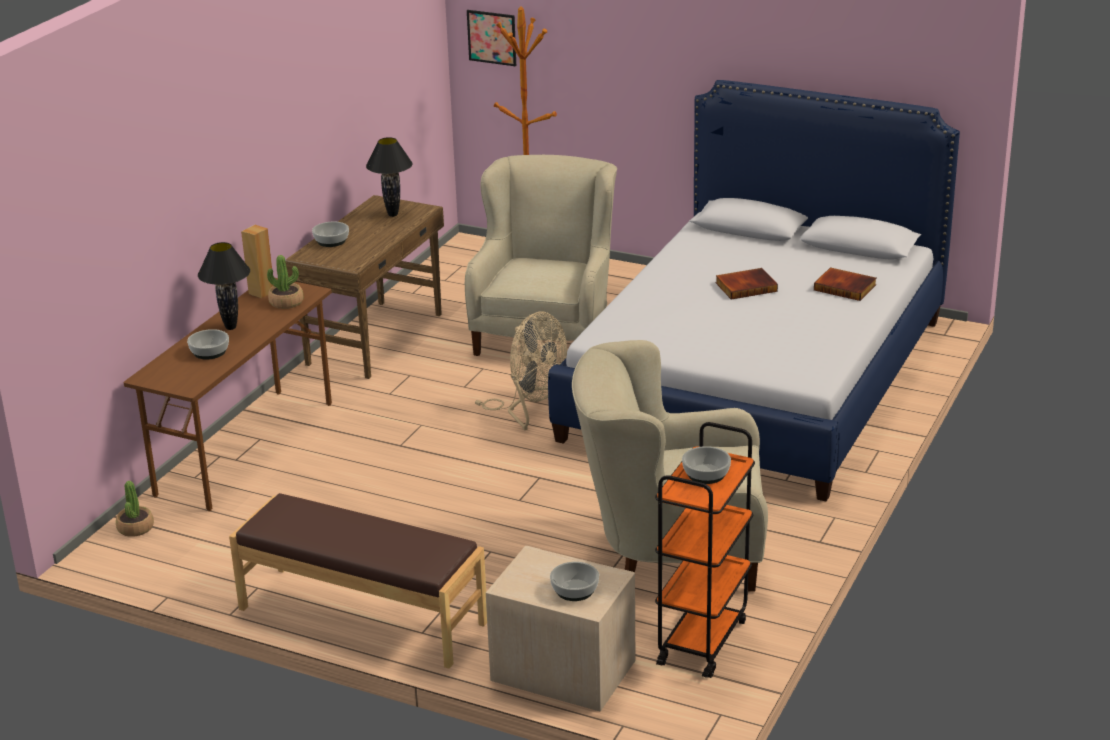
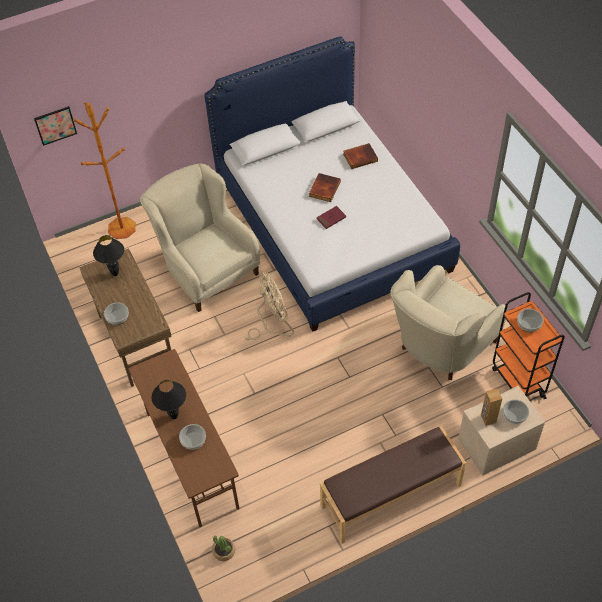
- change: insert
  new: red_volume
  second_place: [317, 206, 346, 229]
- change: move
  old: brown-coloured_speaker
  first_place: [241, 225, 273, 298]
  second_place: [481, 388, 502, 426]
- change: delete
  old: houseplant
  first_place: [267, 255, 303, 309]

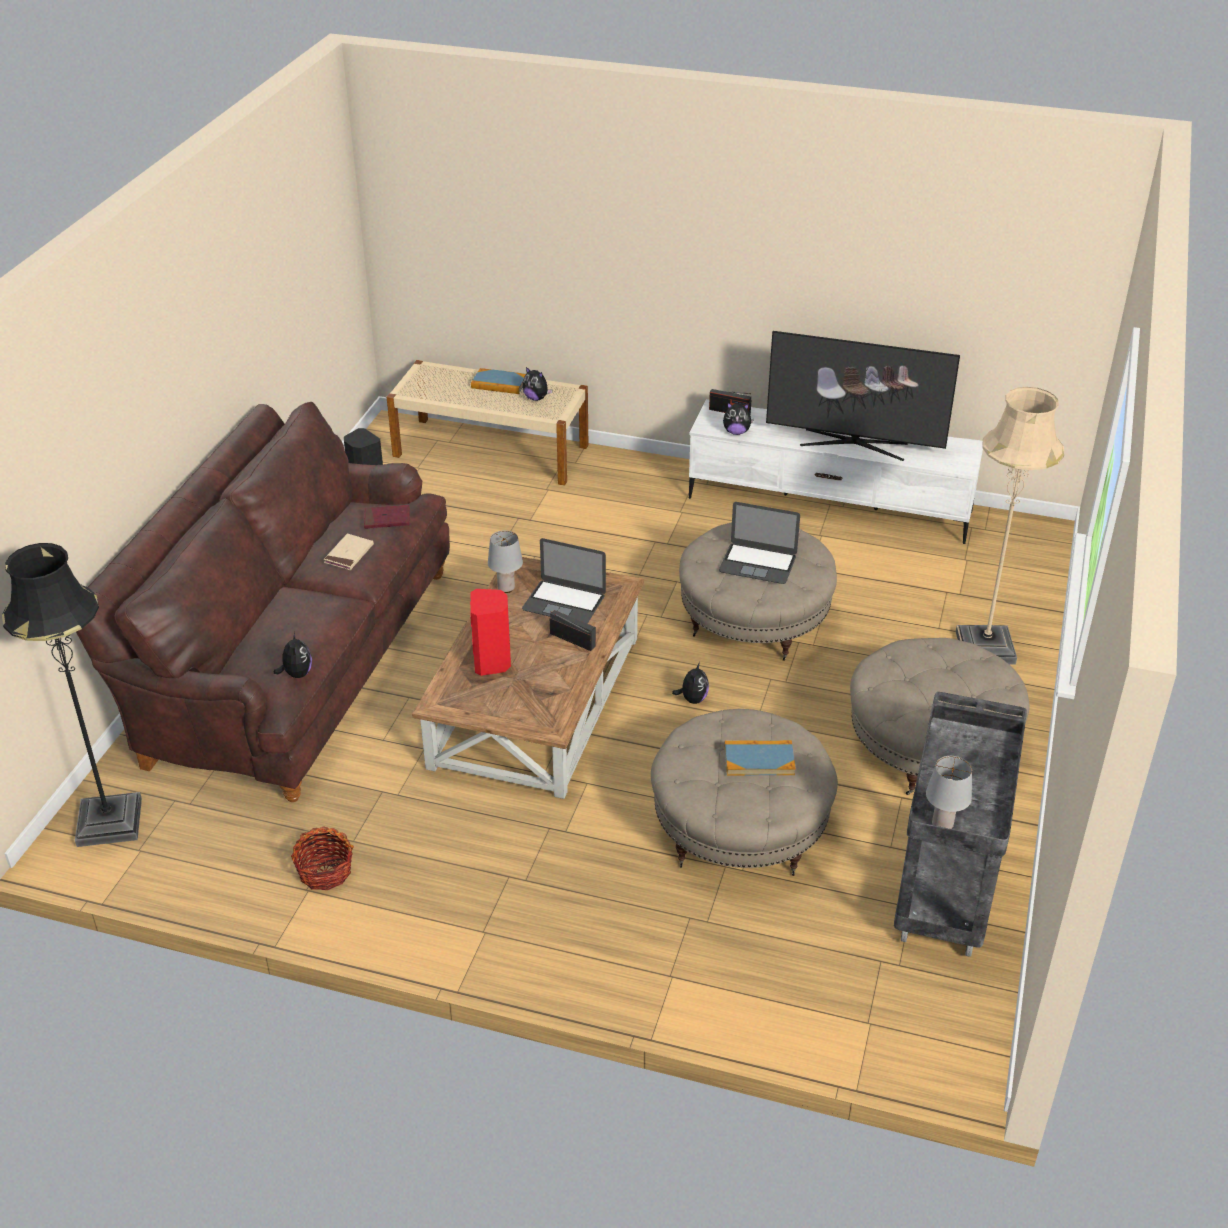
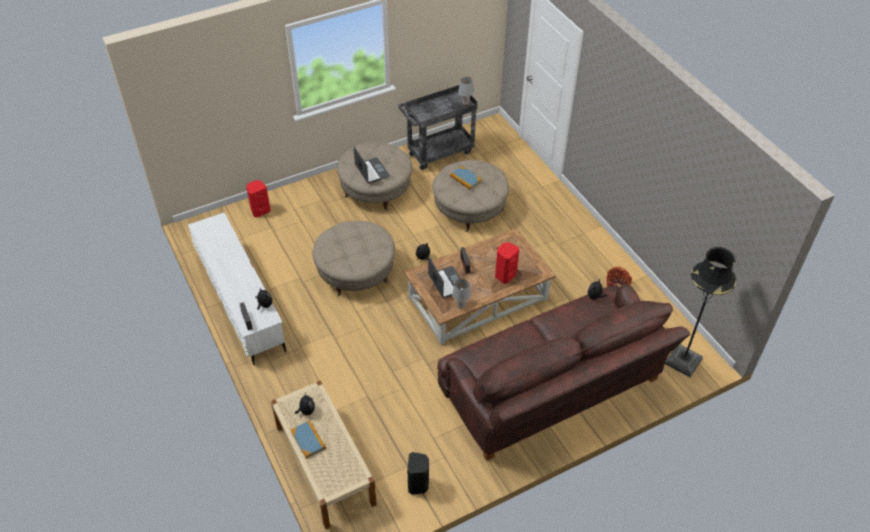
- change: insert
  new: red_speaker
  second_place: [246, 180, 271, 217]
- change: move
  old: portable_computer
  first_place: [719, 502, 800, 584]
  second_place: [354, 147, 390, 183]
- change: delete
  old: beige-coloured_volume
  first_place: [324, 533, 374, 570]
- change: delete
  old: red_volume
  first_place: [364, 505, 410, 529]
- change: delete
  old: TV_set
  first_place: [766, 331, 960, 461]
- change: delete
  old: beige-coloured_standing_lamp
  first_place: [956, 387, 1064, 664]

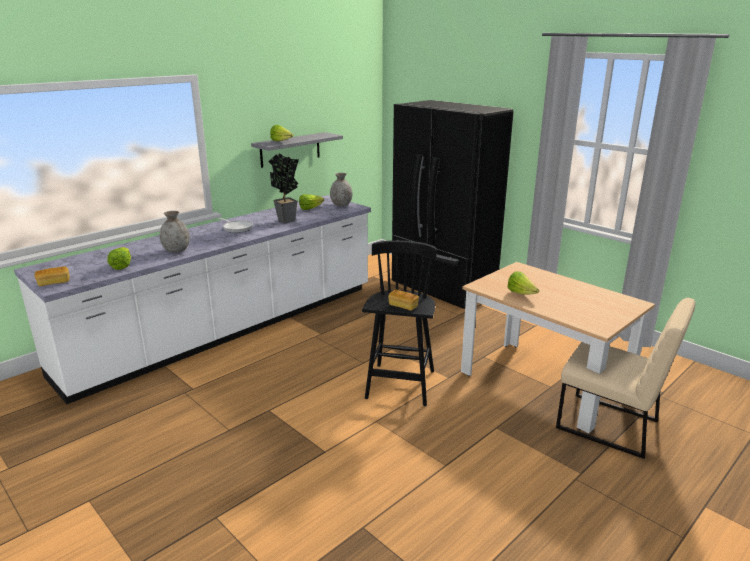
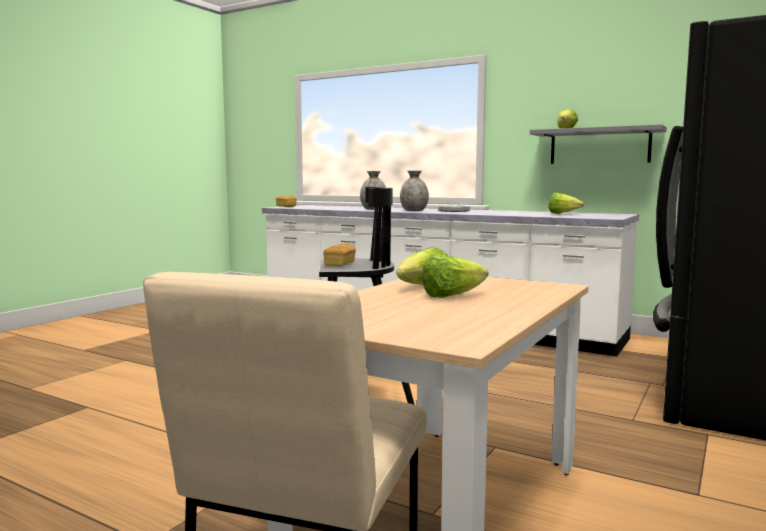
- change: move
  old: greyish_decorative_vase
  first_place: [330, 173, 353, 206]
  second_place: [400, 171, 429, 211]
- change: move
  old: lettuce_head
  first_place: [107, 247, 131, 270]
  second_place: [422, 254, 489, 298]
- change: delete
  old: houseplant
  first_place: [269, 154, 299, 223]

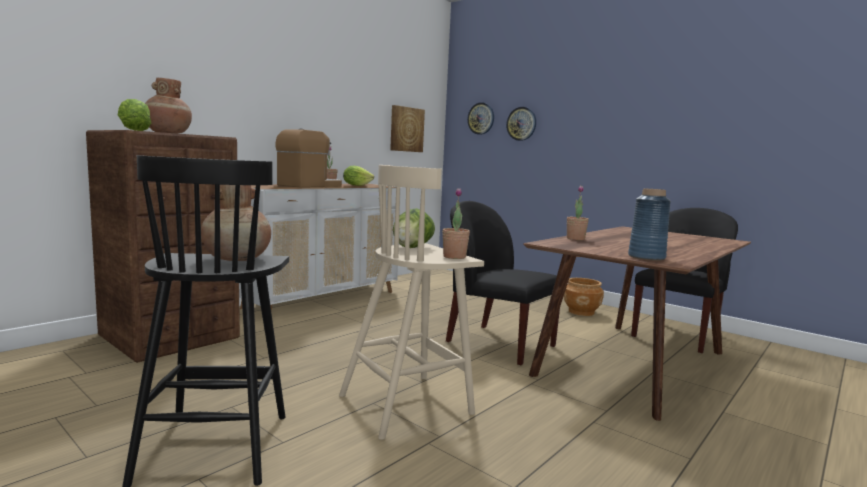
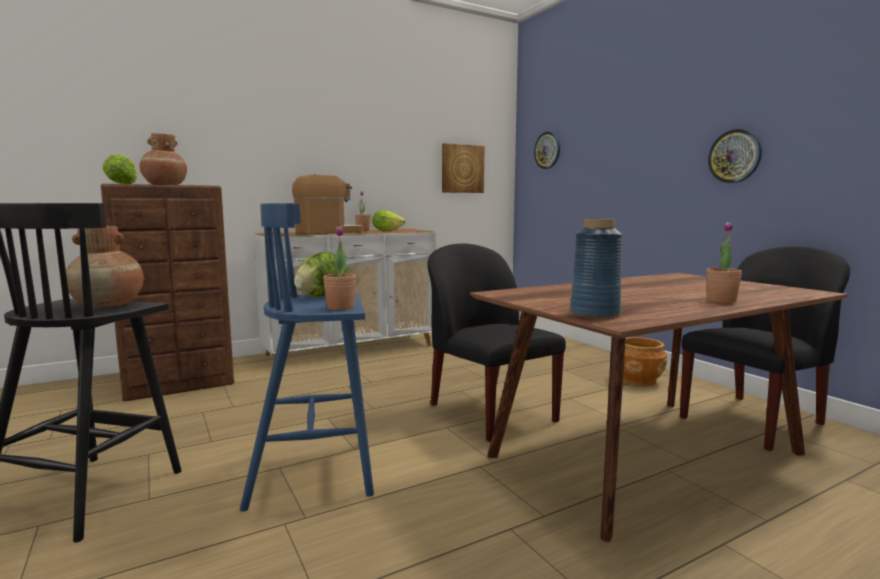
- change: recolor
  old: beige-coloured_stool_seat
  new: bluish_stool_seat
  first_place: [339, 165, 484, 440]
  second_place: [240, 203, 374, 512]
- change: move
  old: houseplant
  first_place: [567, 186, 589, 240]
  second_place: [706, 222, 742, 303]
- change: move
  old: clock_on_the_wall
  first_place: [506, 107, 536, 141]
  second_place: [708, 129, 762, 183]

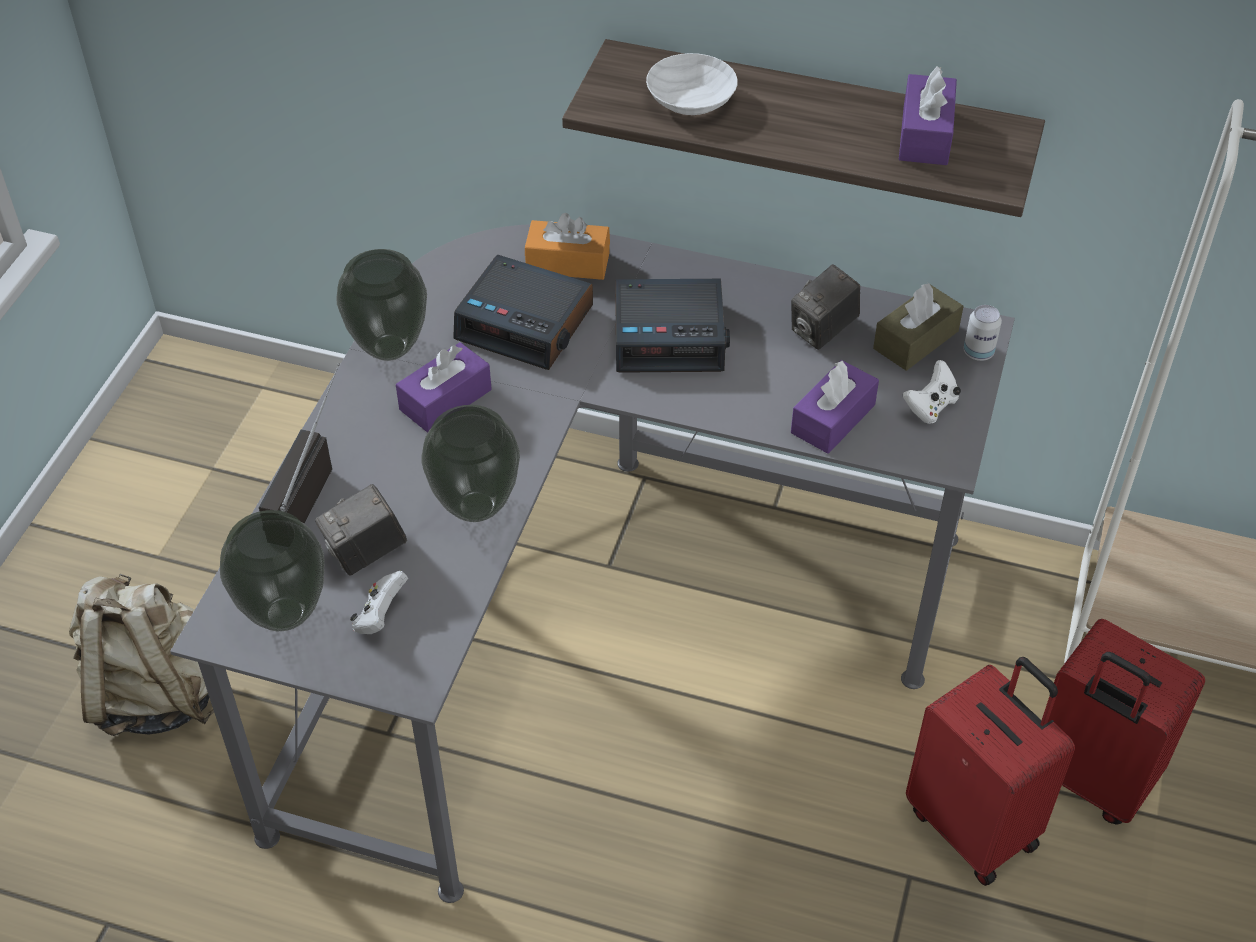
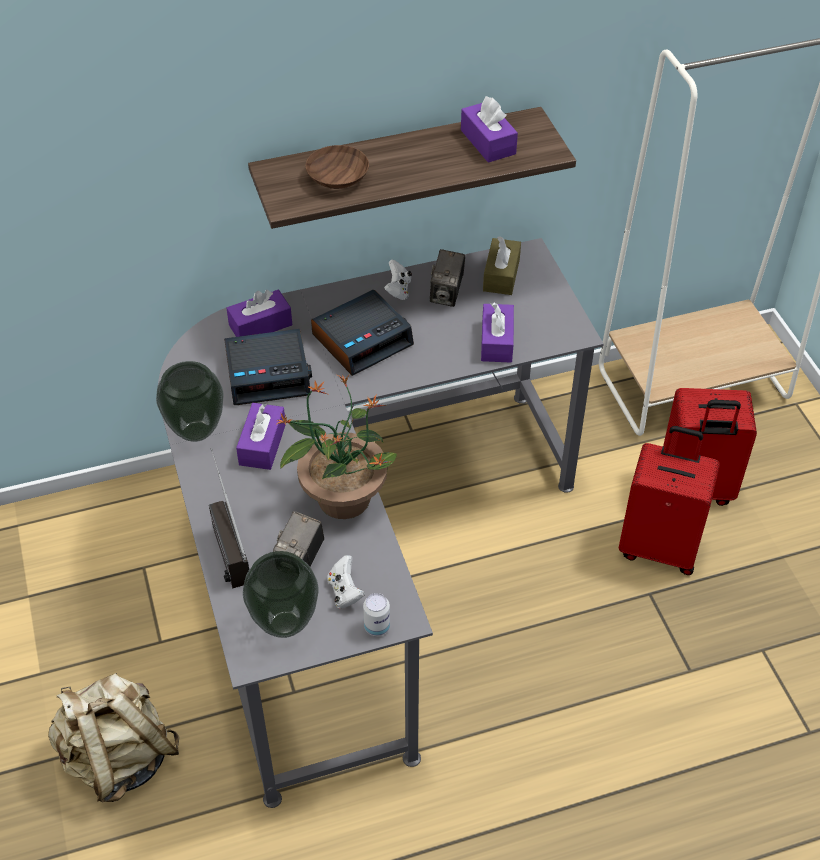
- change: recolor
  old: orange-coloured_box_of_tissues
  new: purple-coloured_box_of_tissues
  first_place: [525, 213, 610, 280]
  second_place: [226, 290, 292, 337]
- change: replace
  old: decorative_vase
  new: houseplant
  first_place: [422, 405, 520, 522]
  second_place: [276, 374, 397, 519]
- change: recolor
  old: white-coloured_deep_dish
  new: brown-coloured_deep_dish
  first_place: [646, 53, 738, 115]
  second_place: [305, 145, 369, 189]
- change: move
  old: can
  first_place: [963, 305, 1002, 361]
  second_place: [363, 593, 390, 636]
- change: move
  old: white-coloured_gamepad
  first_place: [903, 360, 961, 424]
  second_place: [384, 260, 412, 300]

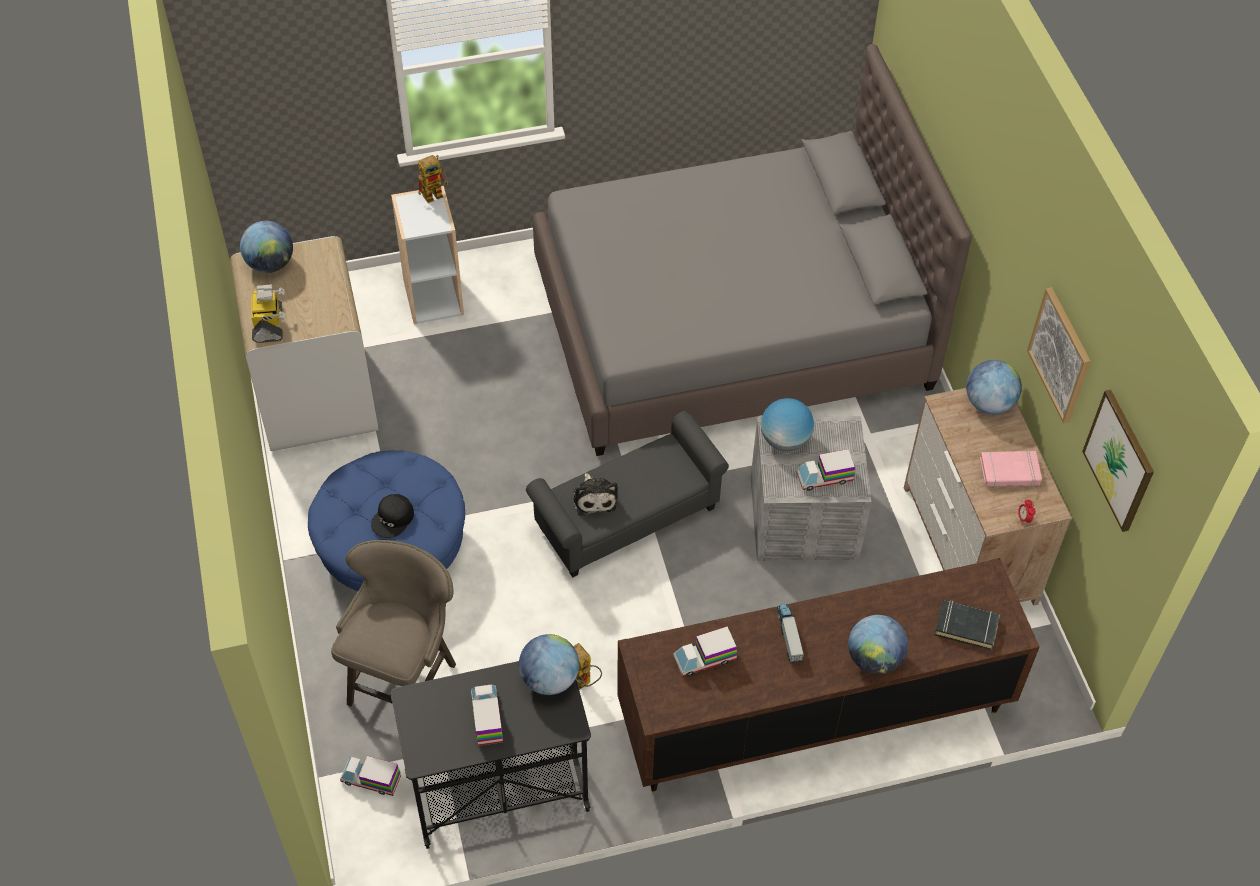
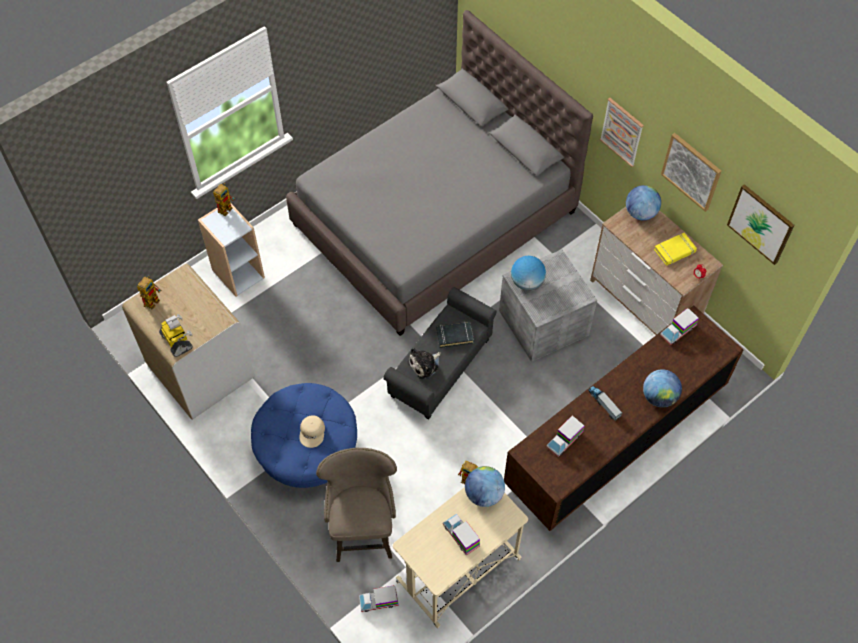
- change: replace
  old: desk_globe
  new: toy_robot
  first_place: [240, 221, 293, 273]
  second_place: [137, 275, 161, 310]
- change: recolor
  old: black_peaked_cap
  new: beige-coloured_peaked_cap
  first_place: [371, 494, 414, 538]
  second_place: [299, 415, 325, 448]
- change: recolor
  old: black_desk
  new: beige-coloured_desk
  first_place: [390, 661, 591, 849]
  second_place: [393, 487, 528, 628]
- change: rotate
  old: soft_toy
  first_place: [574, 473, 618, 516]
  second_place: [407, 348, 441, 379]
  degrees: 90
- change: move
  old: black_volume
  first_place: [935, 600, 1000, 650]
  second_place: [436, 322, 474, 348]
- change: insert
  new: picture
  second_place: [600, 98, 644, 167]
- change: recolor
  old: pink_volume
  new: yellowish_volume
  first_place: [980, 451, 1042, 487]
  second_place: [654, 232, 697, 266]
- change: move
  old: toy_lorry
  first_place: [796, 449, 855, 491]
  second_place: [660, 308, 699, 345]

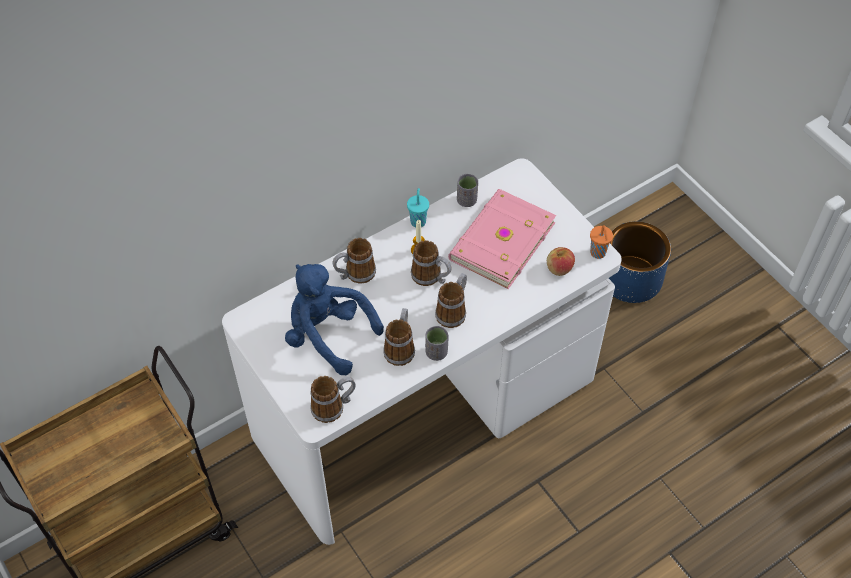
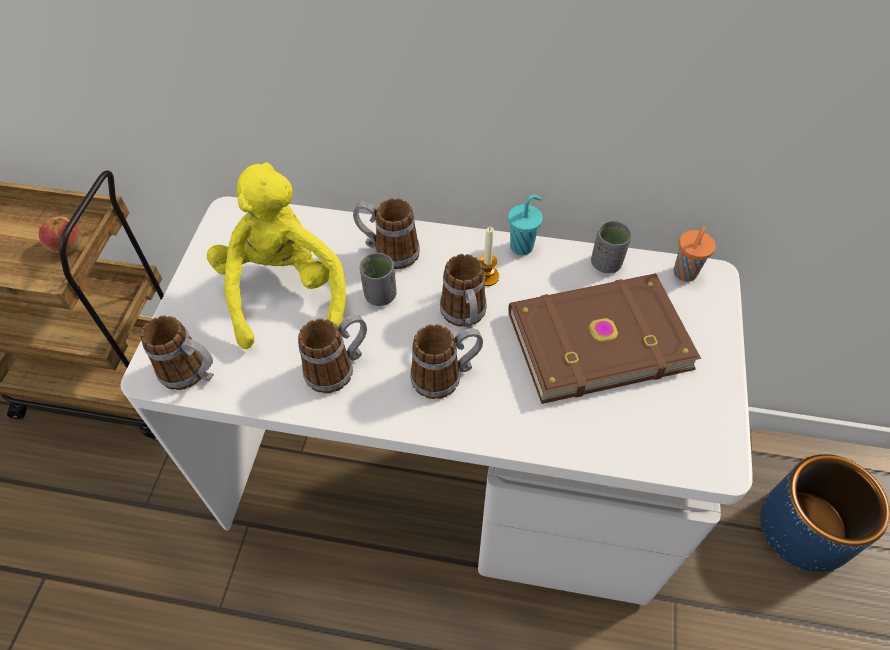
- change: move
  old: apple
  first_place: [547, 247, 575, 276]
  second_place: [39, 216, 81, 253]
- change: recolor
  old: bluish_soft_toy
  new: yellowish_soft_toy
  first_place: [285, 264, 384, 375]
  second_place: [207, 162, 346, 349]
- change: move
  old: greyish_small_cup
  first_place: [425, 326, 448, 361]
  second_place: [360, 253, 397, 306]
- change: recolor
  old: pink_volume
  new: brown-coloured_volume
  first_place: [448, 189, 556, 289]
  second_place: [508, 273, 701, 404]
- change: move
  old: orange-coloured_small_cup
  first_place: [590, 225, 613, 259]
  second_place: [674, 227, 716, 282]

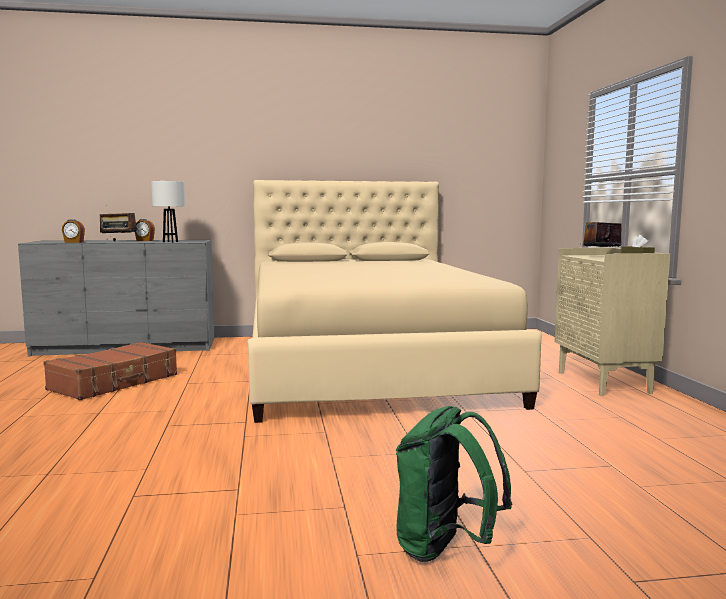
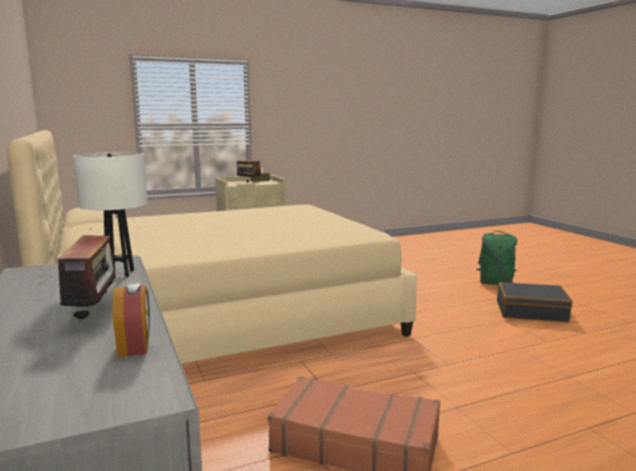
- change: insert
  new: black_travel_case
  second_place: [497, 282, 572, 322]
- change: delete
  old: bedside_clock
  first_place: [135, 219, 155, 241]

